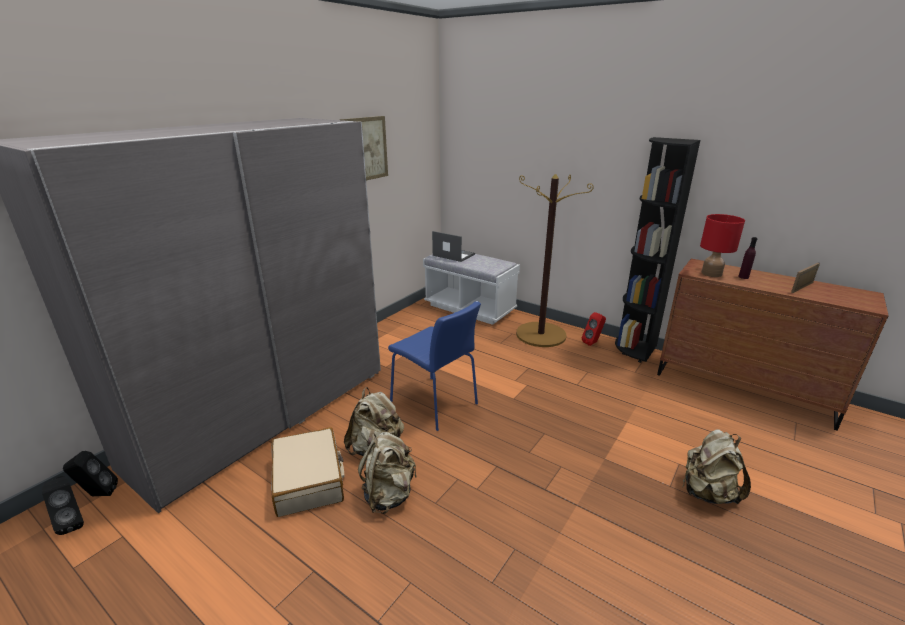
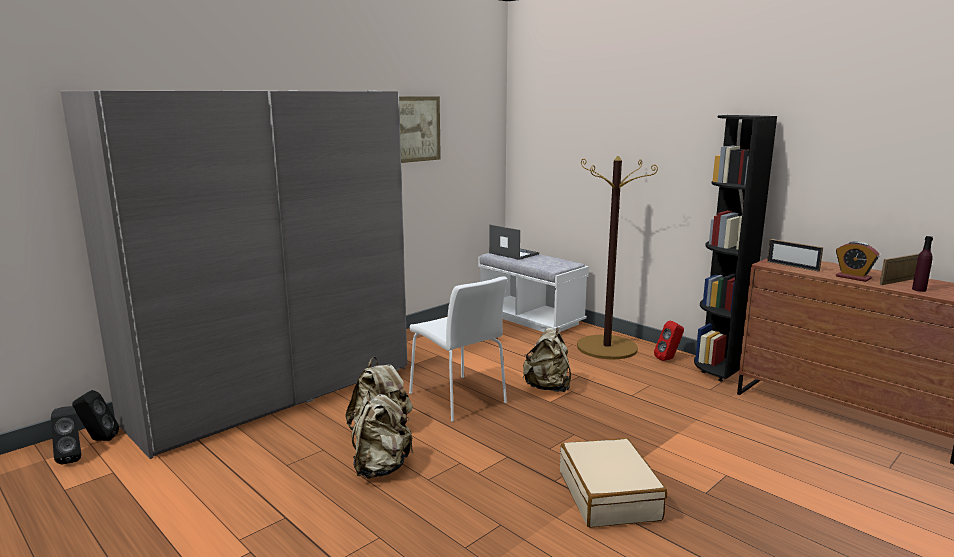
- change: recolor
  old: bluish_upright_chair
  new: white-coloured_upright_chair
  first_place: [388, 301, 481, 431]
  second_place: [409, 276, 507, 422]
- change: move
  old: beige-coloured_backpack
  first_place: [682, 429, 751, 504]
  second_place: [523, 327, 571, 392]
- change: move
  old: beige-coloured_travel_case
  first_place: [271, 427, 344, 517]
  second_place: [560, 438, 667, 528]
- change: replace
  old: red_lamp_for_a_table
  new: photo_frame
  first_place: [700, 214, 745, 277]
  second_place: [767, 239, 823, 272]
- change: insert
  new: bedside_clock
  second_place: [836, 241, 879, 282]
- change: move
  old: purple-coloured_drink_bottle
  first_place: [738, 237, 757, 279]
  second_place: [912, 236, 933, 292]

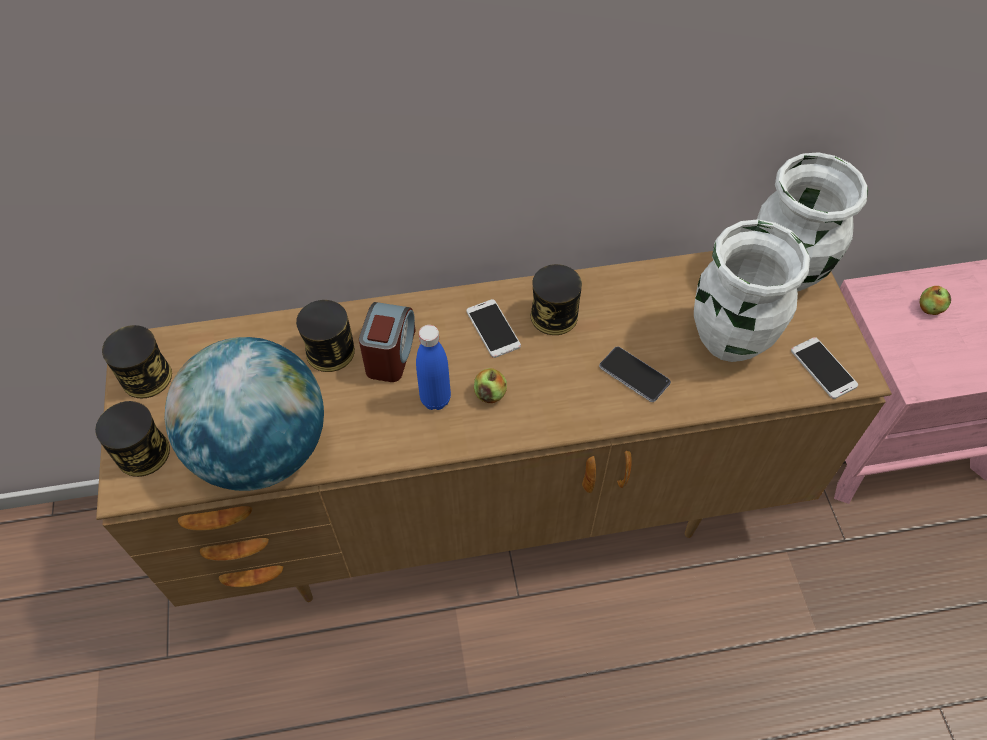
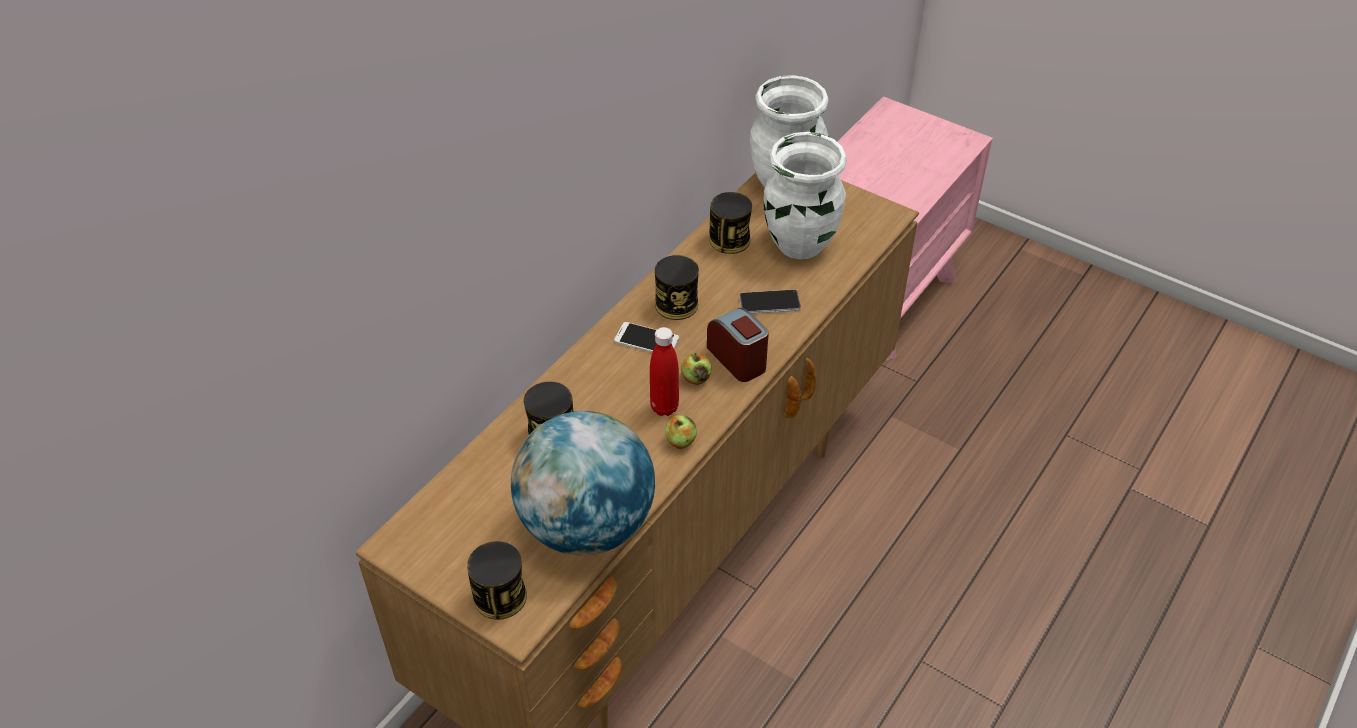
- change: recolor
  old: bluish_drink_bottle
  new: red_drink_bottle
  first_place: [416, 325, 451, 410]
  second_place: [650, 327, 679, 416]
- change: move
  old: apple
  first_place: [920, 286, 951, 315]
  second_place: [665, 415, 697, 449]
- change: move
  old: bedside_clock
  first_place: [359, 302, 416, 382]
  second_place: [707, 308, 769, 382]
- change: move
  old: can
  first_place: [102, 325, 172, 399]
  second_place: [710, 192, 752, 254]
- change: delete
  old: phone
  first_place: [791, 337, 858, 399]

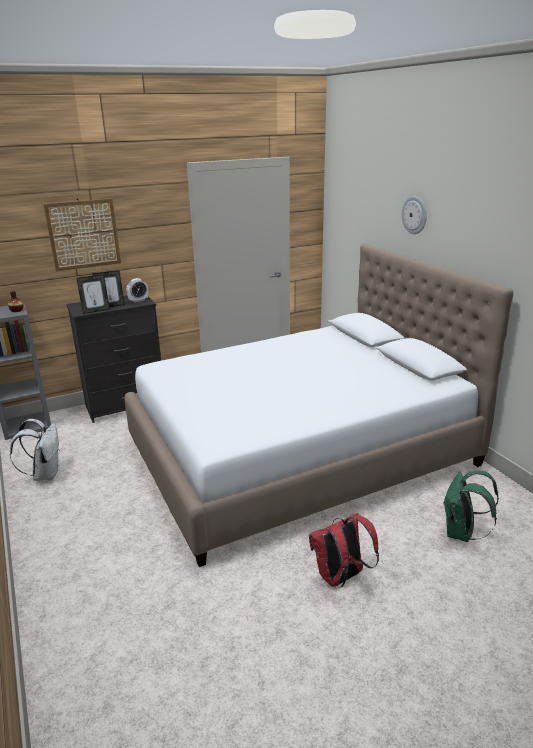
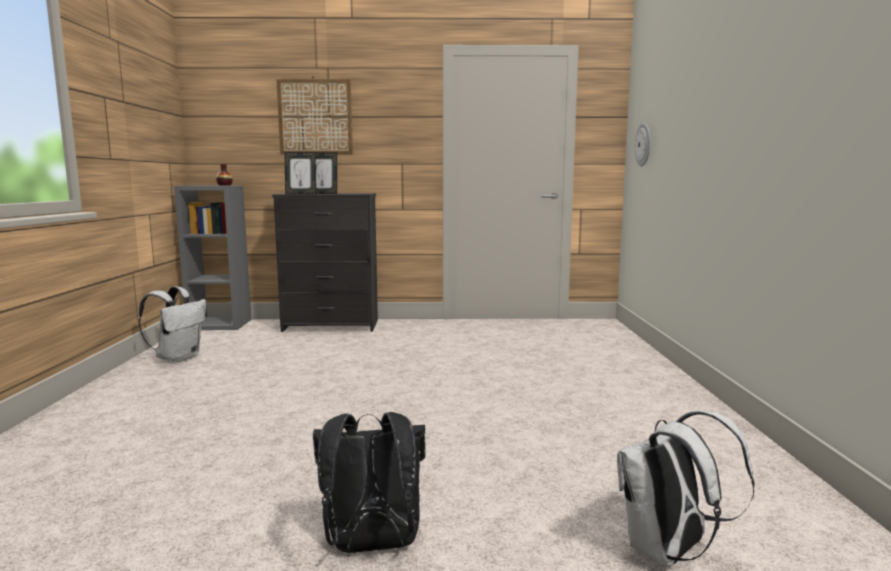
- change: recolor
  old: red_backpack
  new: black_backpack
  first_place: [309, 513, 379, 587]
  second_place: [313, 412, 426, 553]
- change: recolor
  old: greenish_backpack
  new: white-coloured_backpack
  first_place: [443, 470, 499, 542]
  second_place: [617, 410, 754, 566]
- change: move
  old: clock_on_the_wall
  first_place: [402, 196, 427, 234]
  second_place: [635, 123, 651, 166]
- change: delete
  old: white-coloured_bed
  first_place: [124, 244, 513, 567]
- change: delete
  old: bedside_clock
  first_place: [126, 278, 148, 303]

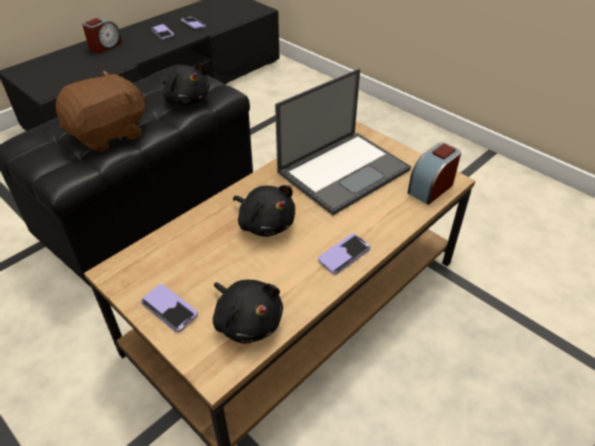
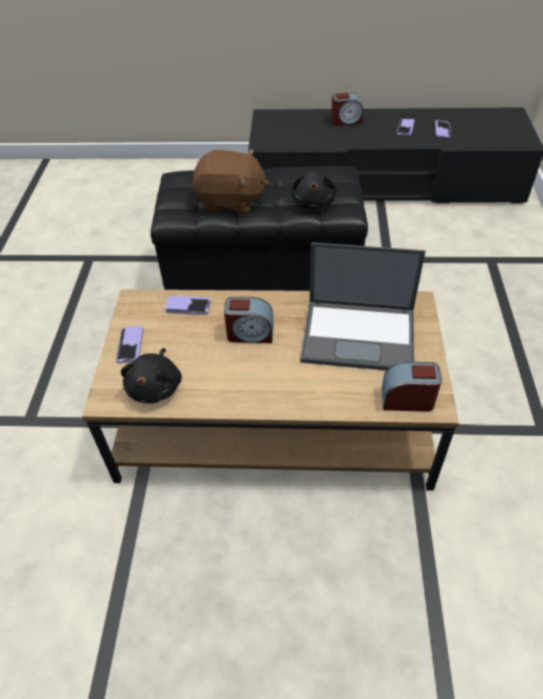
- change: move
  old: phone
  first_place: [318, 233, 371, 274]
  second_place: [165, 296, 211, 315]
- change: replace
  old: black_soft_toy
  new: bedside_clock
  first_place: [233, 185, 295, 237]
  second_place: [224, 297, 274, 343]

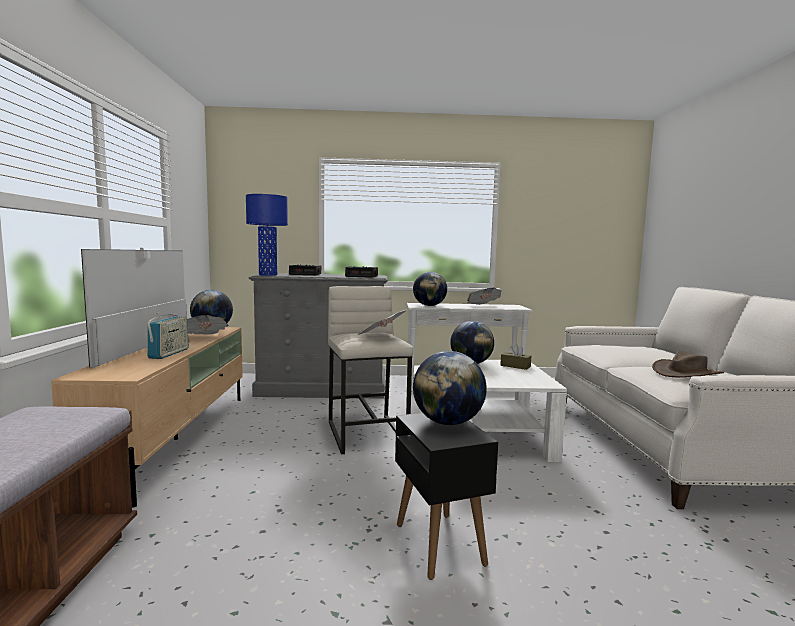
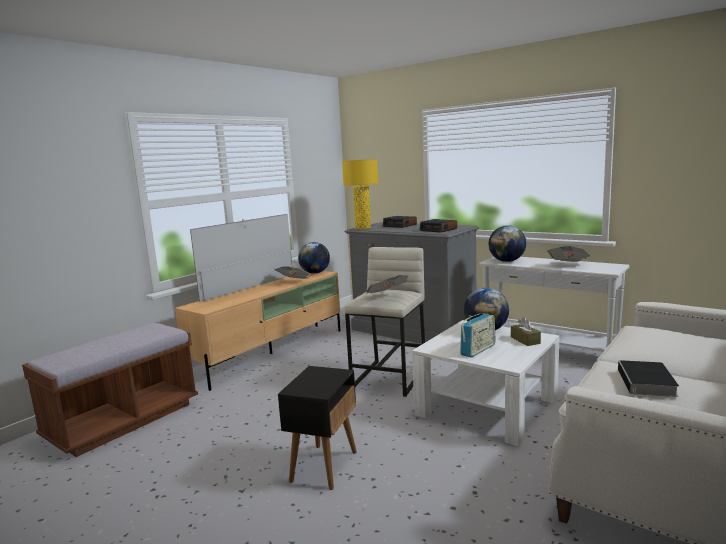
- change: recolor
  old: bluish_lamp_for_a_table
  new: yellowish_lamp_for_a_table
  first_place: [246, 194, 288, 276]
  second_place: [342, 159, 378, 229]
- change: move
  old: radio
  first_place: [147, 313, 189, 359]
  second_place: [460, 313, 496, 358]
- change: replace
  old: brown-coloured_hat
  new: volume
  first_place: [652, 351, 724, 378]
  second_place: [618, 360, 679, 398]
- change: delete
  old: desk_globe
  first_place: [413, 351, 487, 425]

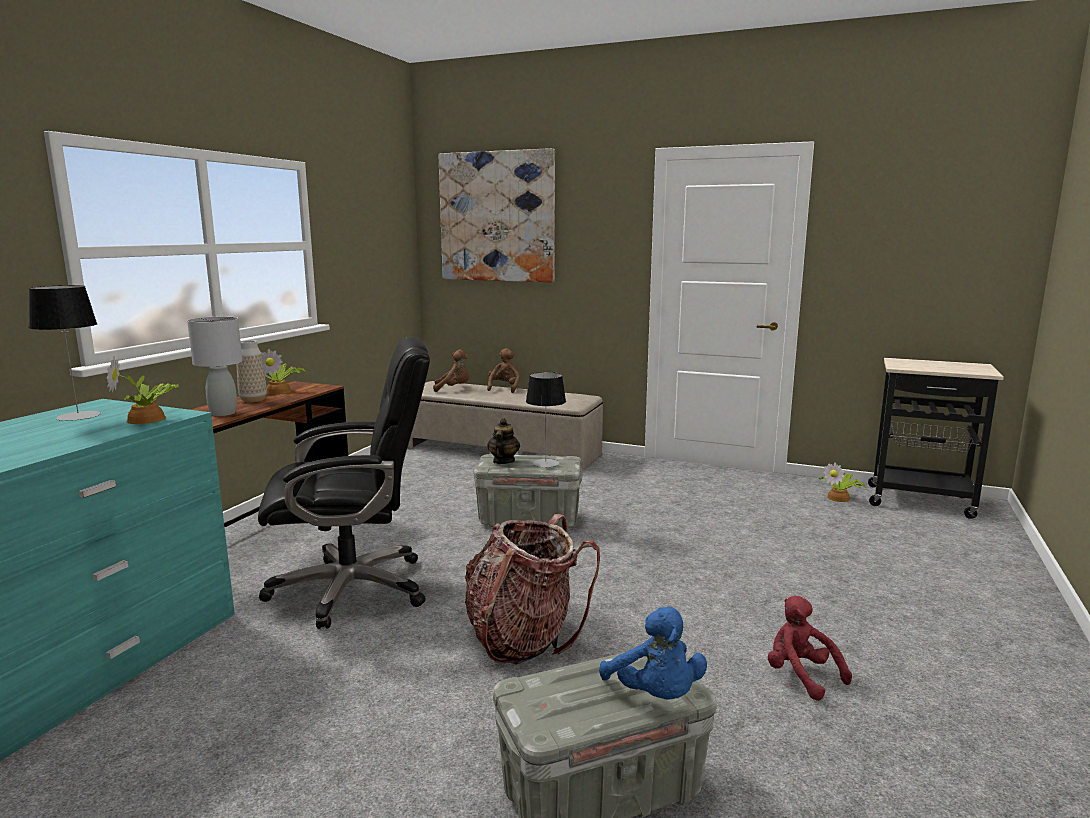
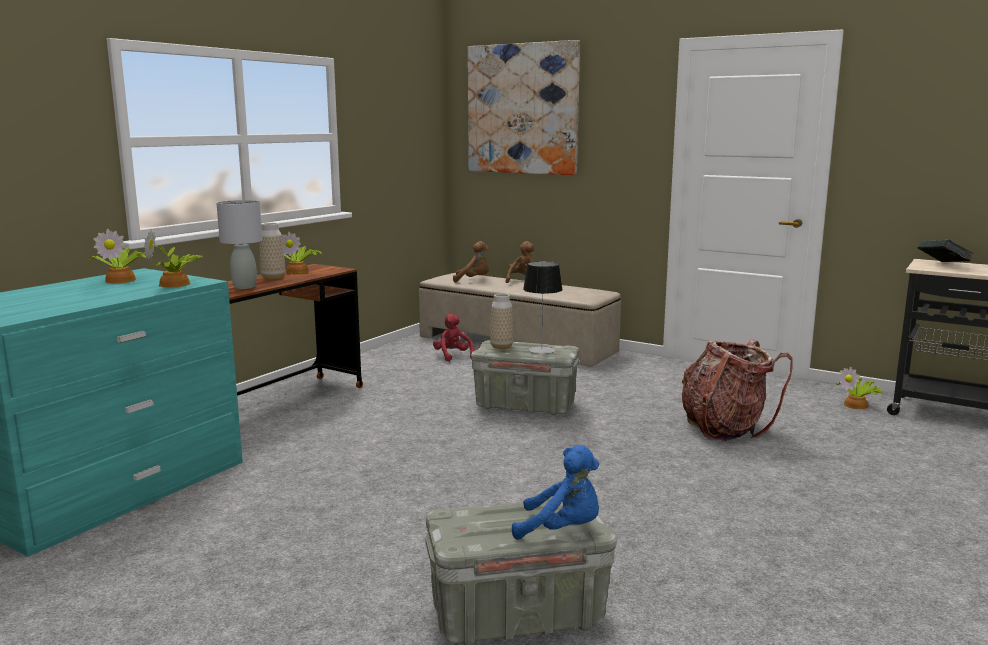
- change: replace
  old: lamp_for_a_table
  new: houseplant
  first_place: [29, 285, 101, 421]
  second_place: [87, 229, 153, 283]
- change: move
  old: red_soft_toy
  first_place: [768, 596, 852, 701]
  second_place: [433, 314, 475, 362]
- change: replace
  old: teapot
  new: decorative_vase
  first_place: [487, 418, 520, 464]
  second_place: [490, 293, 514, 349]
- change: rotate
  old: bluish_soft_toy
  first_place: [599, 607, 707, 700]
  second_place: [512, 445, 599, 540]
  degrees: -60
- change: move
  old: backpack
  first_place: [465, 514, 600, 665]
  second_place: [682, 339, 793, 441]
- change: insert
  new: volume
  second_place: [917, 240, 974, 262]
- change: delete
  old: black_desk_chair
  first_place: [258, 337, 430, 629]

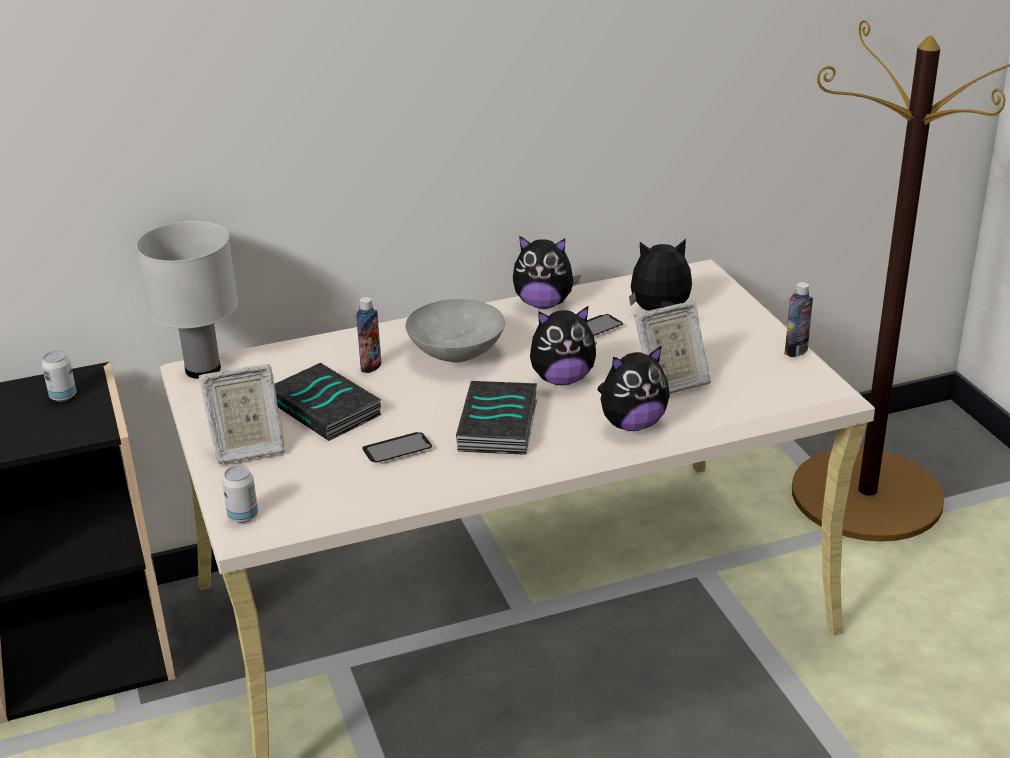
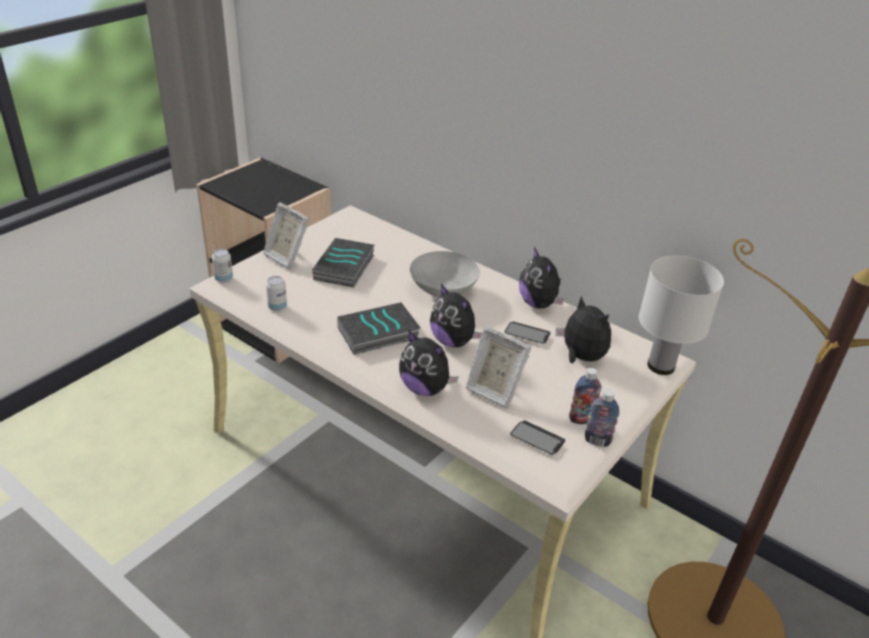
- change: move
  old: can
  first_place: [42, 351, 76, 402]
  second_place: [266, 276, 287, 311]
- change: move
  old: phone
  first_place: [362, 432, 432, 463]
  second_place: [510, 420, 565, 455]
- change: move
  old: drink_bottle
  first_place: [356, 297, 382, 373]
  second_place: [569, 368, 602, 424]
- change: move
  old: white-coloured_lamp_for_a_table
  first_place: [137, 221, 238, 379]
  second_place: [639, 255, 724, 375]

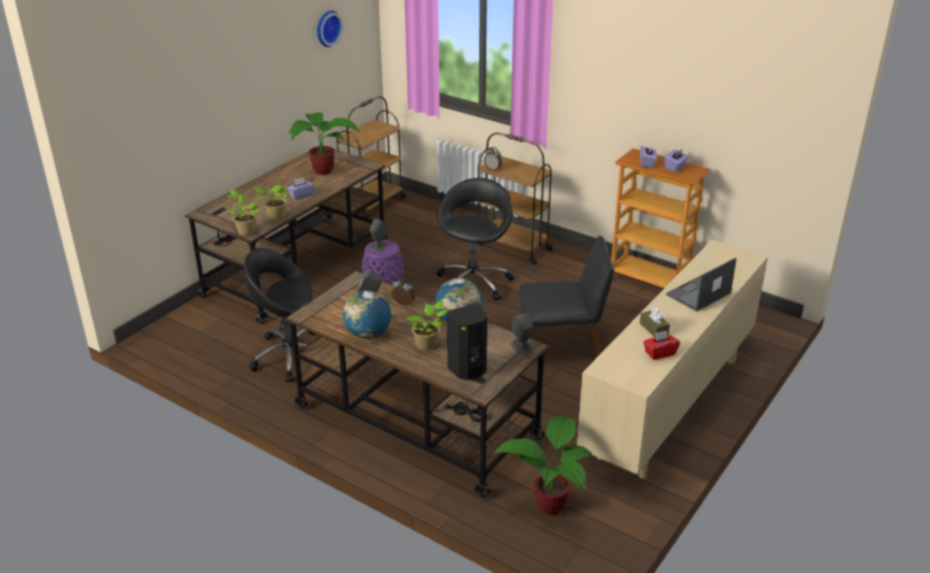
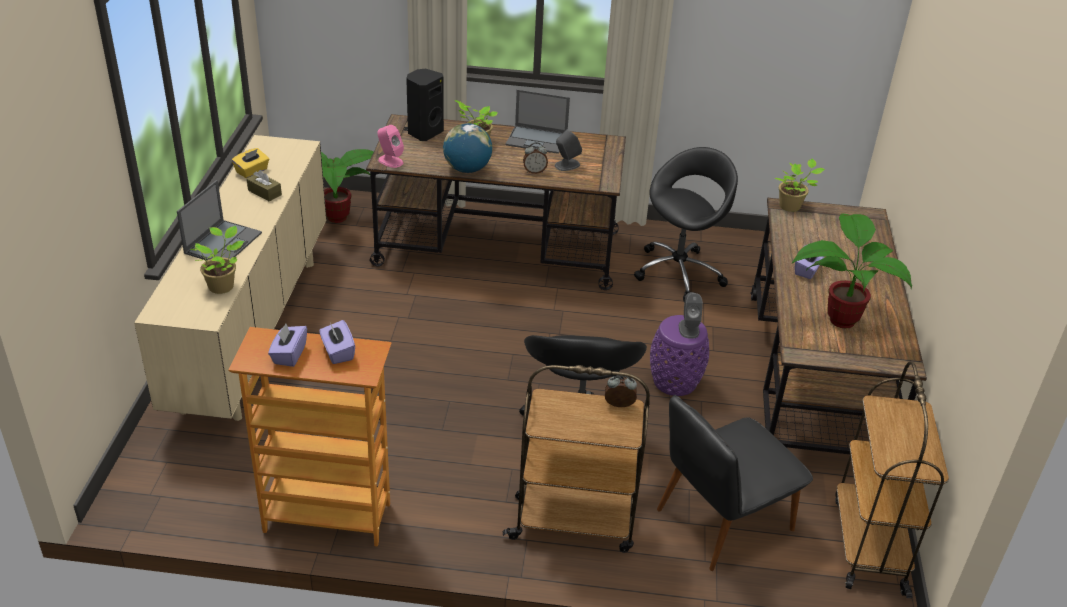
- change: move
  old: houseplant
  first_place: [254, 184, 289, 220]
  second_place: [190, 226, 244, 294]
- change: recolor
  old: red_box_of_tissues
  new: yellowish_box_of_tissues
  first_place: [643, 331, 680, 360]
  second_place: [232, 148, 269, 178]
- change: recolor
  old: greyish_speaker
  new: pink_speaker
  first_place: [511, 313, 533, 354]
  second_place: [377, 125, 404, 168]
- change: replace
  old: desk_globe
  new: portable_computer
  first_place: [343, 291, 391, 339]
  second_place: [506, 89, 570, 154]
- change: move
  old: black_upright_chair
  first_place: [519, 236, 614, 356]
  second_place: [657, 395, 813, 571]
- change: delete
  old: clock_on_the_wall
  first_place: [317, 11, 343, 47]

